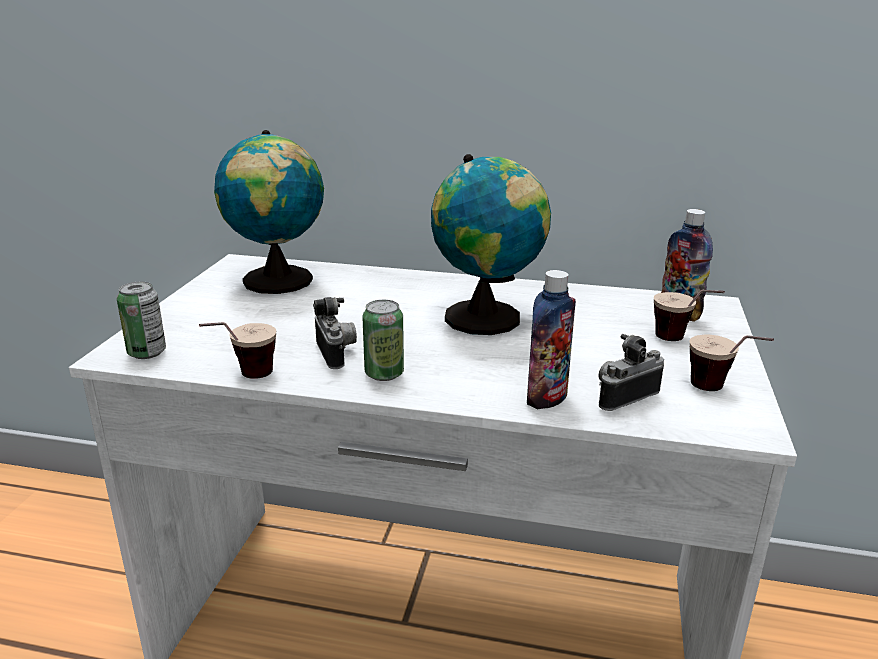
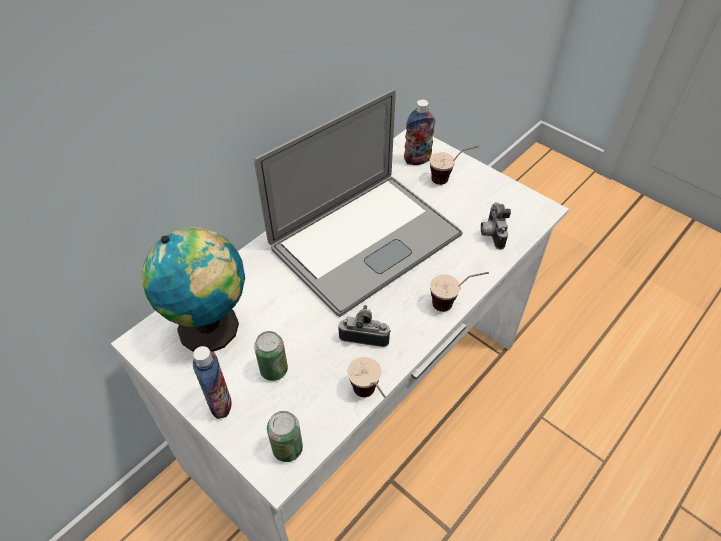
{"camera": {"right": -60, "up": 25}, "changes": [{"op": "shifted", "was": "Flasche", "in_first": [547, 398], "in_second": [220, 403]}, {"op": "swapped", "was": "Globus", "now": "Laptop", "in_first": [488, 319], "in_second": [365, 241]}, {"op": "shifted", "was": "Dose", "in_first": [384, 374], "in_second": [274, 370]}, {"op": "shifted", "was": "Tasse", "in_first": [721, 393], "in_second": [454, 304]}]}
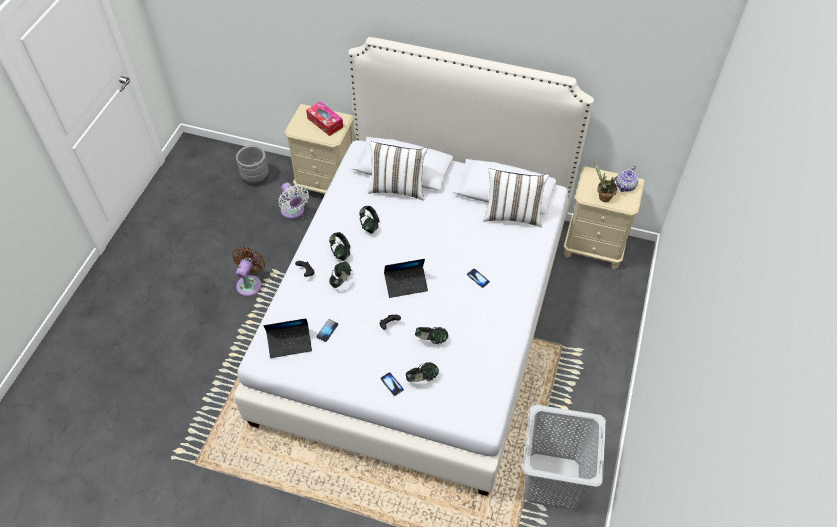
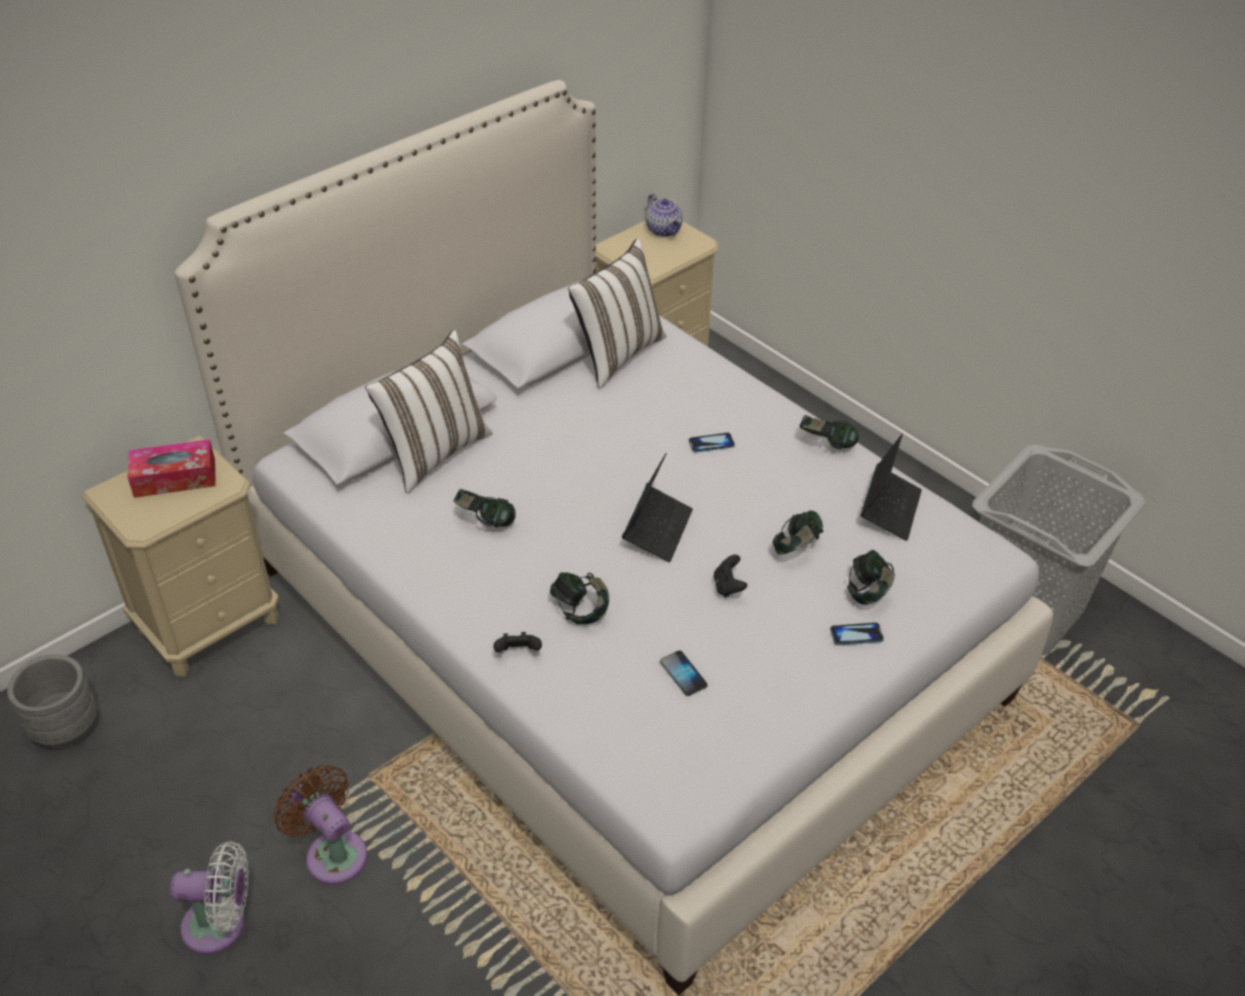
{"camera": {"right": -60, "up": -10}, "changes": [{"op": "shifted", "was": "Ventilator (weiß)", "in_first": [293, 212], "in_second": [221, 925]}, {"op": "shifted", "was": "Kopfhörer", "in_first": [340, 252], "in_second": [826, 445]}, {"op": "shifted", "was": "Laptop", "in_first": [290, 343], "in_second": [889, 509]}, {"op": "gone", "was": "Topfpflanze", "in_first": [602, 197]}]}
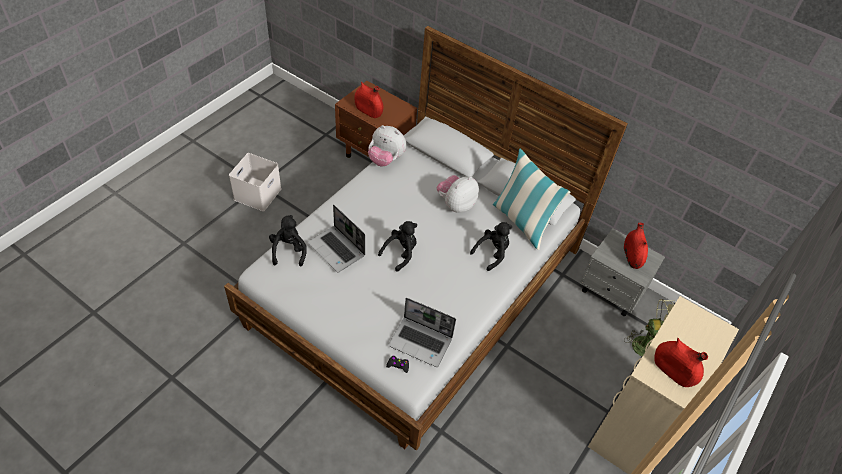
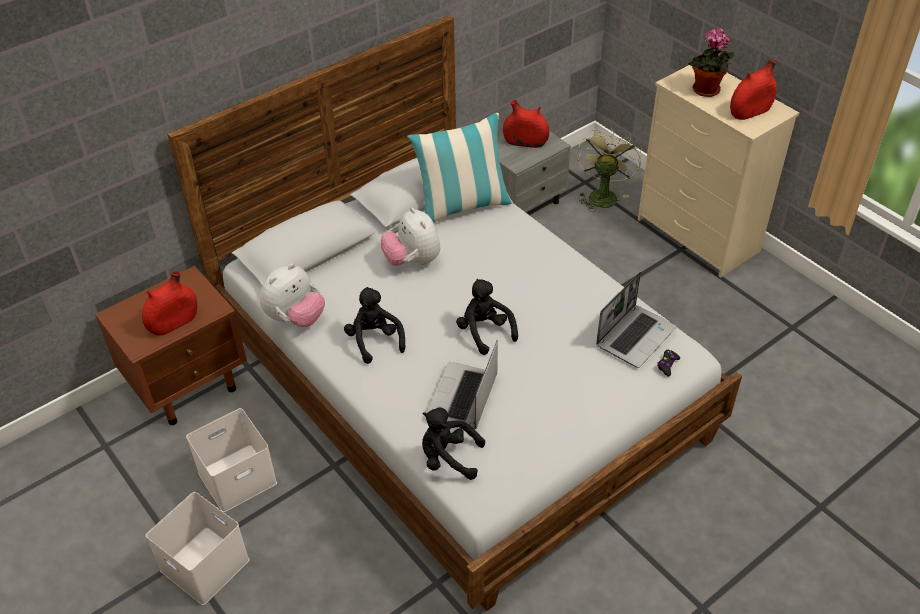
{"camera": {"right": -70, "up": -5}, "changes": [{"op": "new", "now": "Aufbewahrungsbox (weiß)", "in_second": [236, 479]}, {"op": "shifted", "was": "Plüschtier (schwarz)", "in_first": [492, 253], "in_second": [374, 340]}, {"op": "rotated", "was": "Laptop", "in_first": [337, 249], "in_second": [463, 398], "clockwise": 135}, {"op": "new", "now": "Topfpflanze", "in_second": [706, 91]}]}
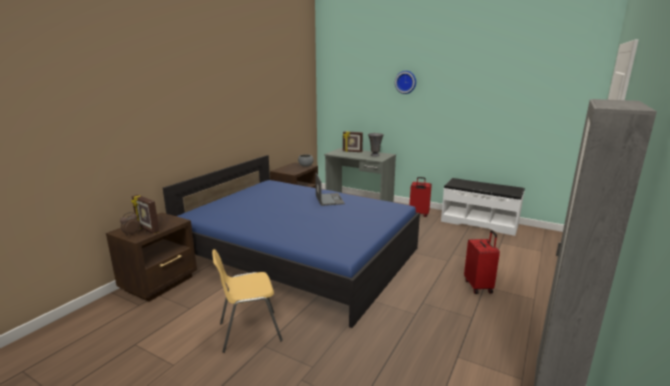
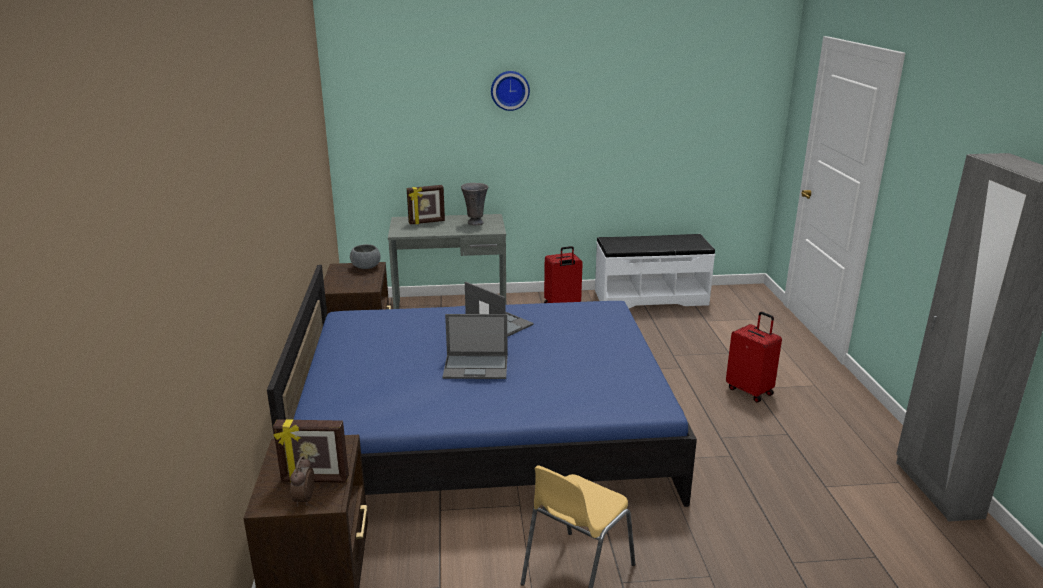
{"camera": {"right": -35, "up": 5}, "changes": [{"op": "new", "now": "Laptop", "in_second": [476, 367]}]}
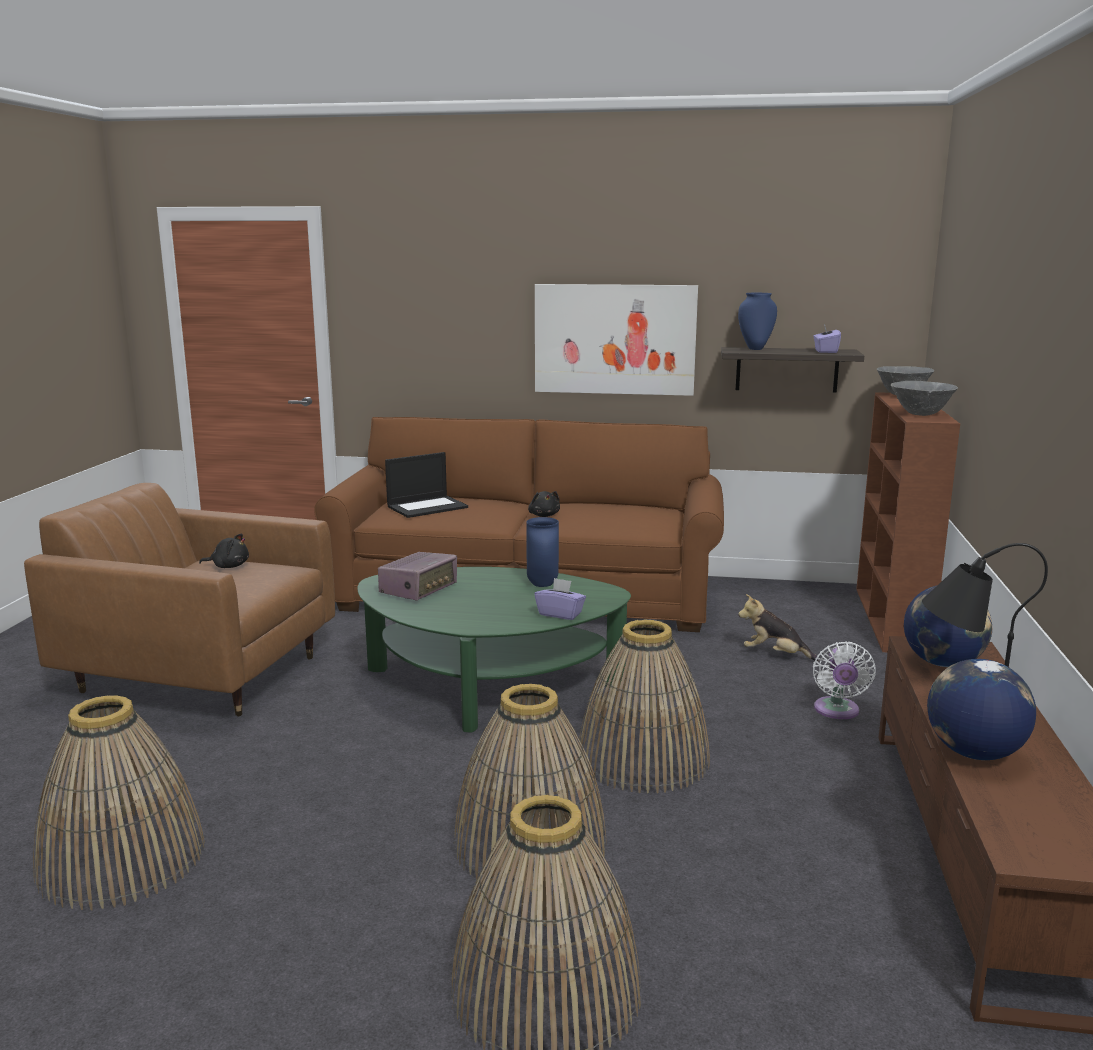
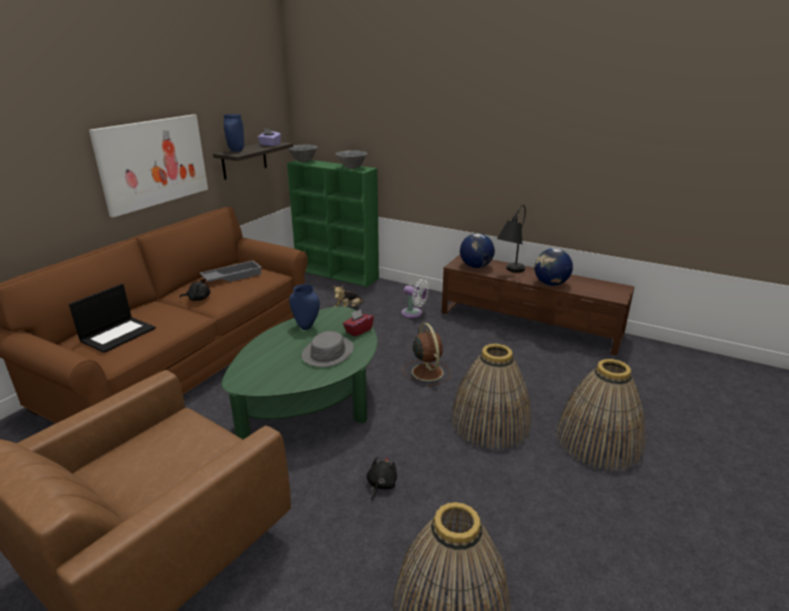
{"camera": {"right": -70, "up": 10}, "changes": [{"op": "rotated", "was": "Laptop", "in_first": [427, 507], "in_second": [118, 334], "clockwise": 45}, {"op": "new", "now": "Tablett (grau)", "in_second": [232, 276]}, {"op": "repainted", "was": "Bücherregal (braun)", "now": "Bücherregal (grün)", "in_first": [891, 620], "in_second": [337, 274]}, {"op": "new", "now": "Hut (grau)", "in_second": [328, 352]}, {"op": "repainted", "was": "Taschentuchbox (lila)", "now": "Taschentuchbox (rot)", "in_first": [560, 614], "in_second": [358, 330]}, {"op": "shifted", "was": "Plüschtier (schwarz)", "in_first": [228, 566], "in_second": [381, 485]}, {"op": "swapped", "was": "Korb", "now": "Ventilator (braun)", "in_first": [643, 757], "in_second": [427, 371]}, {"op": "gone", "was": "Radio", "in_first": [419, 589]}]}
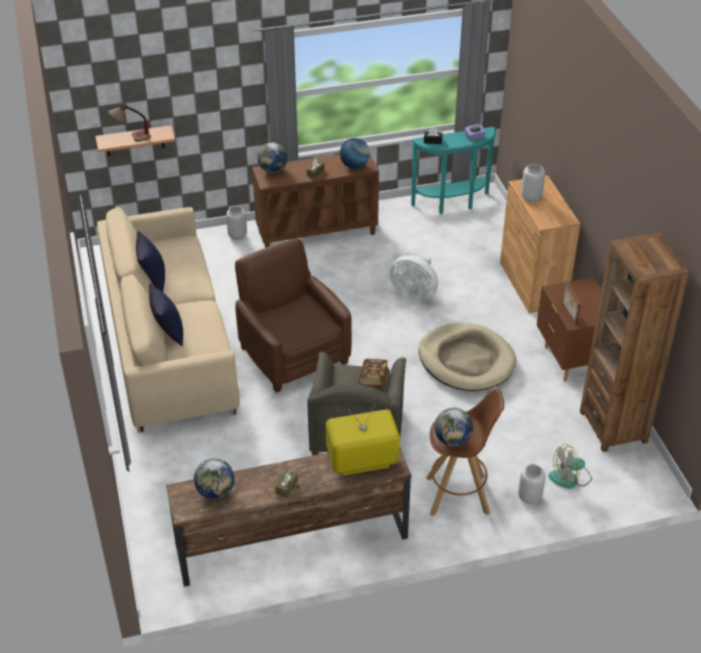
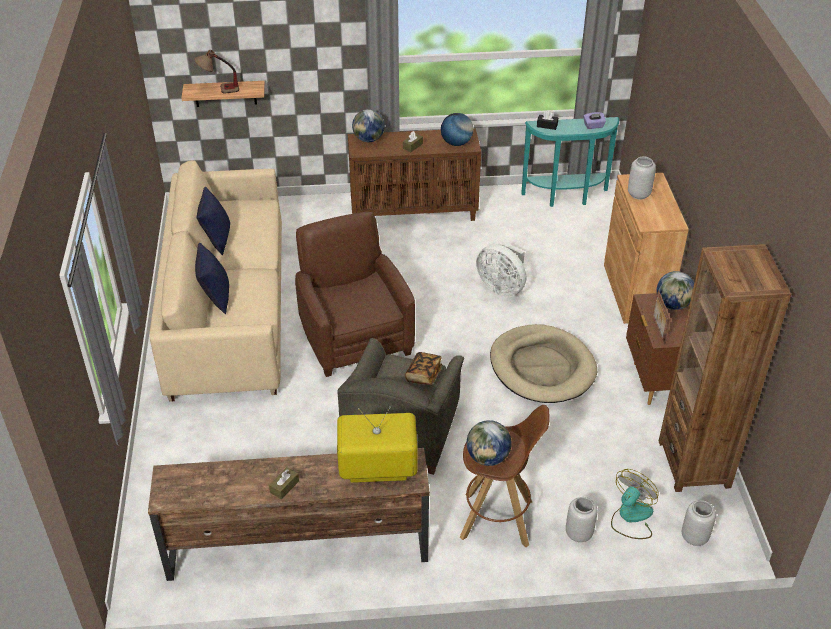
{"camera": {"right": 10, "up": 0}, "changes": [{"op": "rotated", "was": "Ventilator", "in_first": [570, 478], "in_second": [631, 517], "clockwise": 135}, {"op": "shifted", "was": "Globus", "in_first": [215, 492], "in_second": [673, 305]}, {"op": "shifted", "was": "Vase (grau)", "in_first": [237, 236], "in_second": [694, 538]}]}
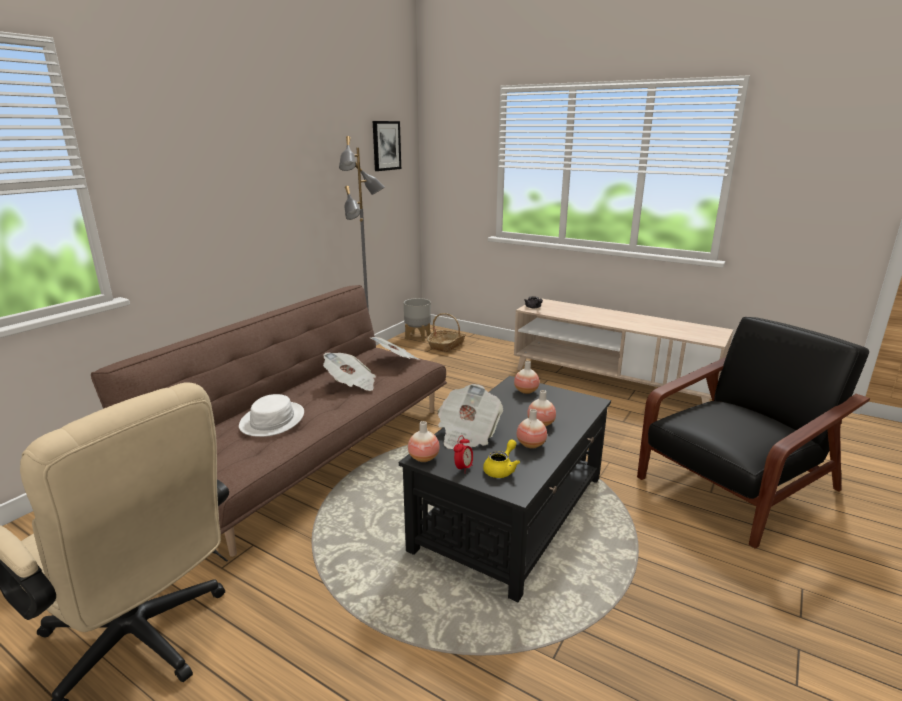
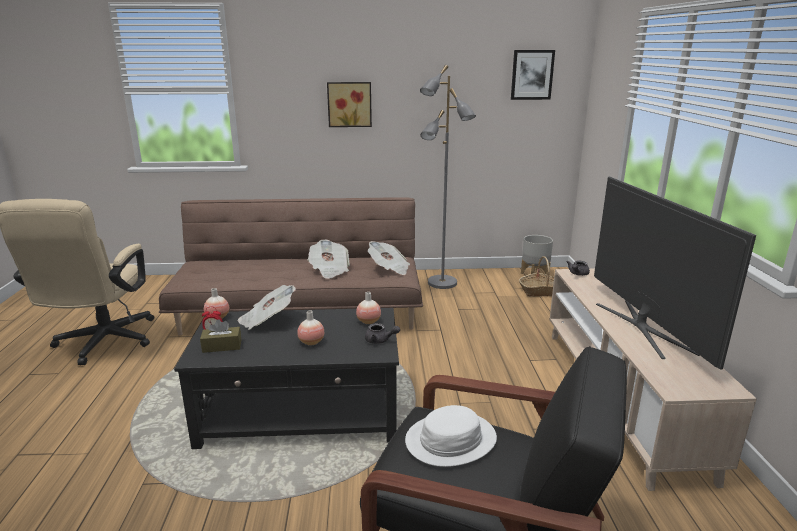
{"camera": {"right": 55, "up": 0}, "changes": [{"op": "swapped", "was": "Teekanne (gelb)", "now": "Taschentuchbox (braun)", "in_first": [501, 469], "in_second": [222, 346]}, {"op": "new", "now": "Bild", "in_second": [349, 104]}, {"op": "new", "now": "Teekanne (grau)", "in_second": [380, 340]}, {"op": "shifted", "was": "Hut (weiß)", "in_first": [272, 420], "in_second": [451, 440]}, {"op": "new", "now": "Fernseher", "in_second": [644, 327]}, {"op": "gone", "was": "Vase", "in_first": [531, 444]}]}
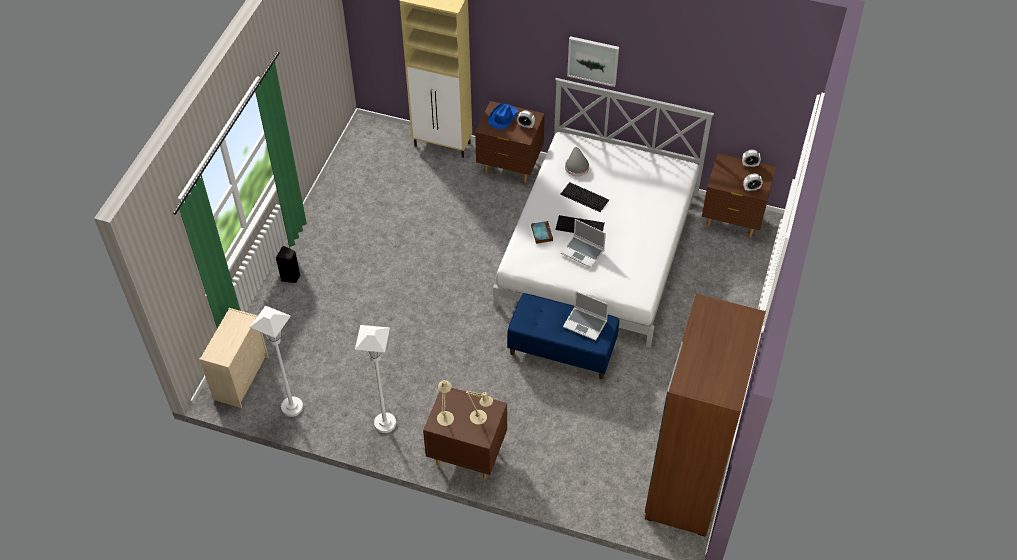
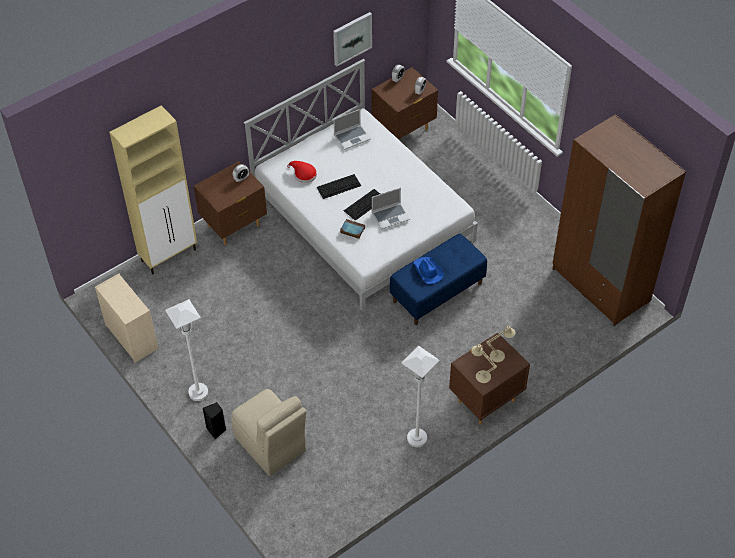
{"camera": {"right": -55, "up": 0}, "changes": [{"op": "shifted", "was": "Kommode (beige)", "in_first": [241, 377], "in_second": [131, 336]}, {"op": "shifted", "was": "Stehlampe (weiß)", "in_first": [292, 407], "in_second": [198, 392]}, {"op": "new", "now": "Stuhl (beige)", "in_second": [271, 445]}, {"op": "repainted", "was": "Hut (grau)", "now": "Hut (rot)", "in_first": [576, 166], "in_second": [303, 174]}, {"op": "shifted", "was": "Bild", "in_first": [593, 60], "in_second": [352, 38]}, {"op": "shifted", "was": "Laptop", "in_first": [585, 324], "in_second": [352, 137]}, {"op": "shifted", "was": "Hut (blau)", "in_first": [503, 118], "in_second": [427, 271]}]}
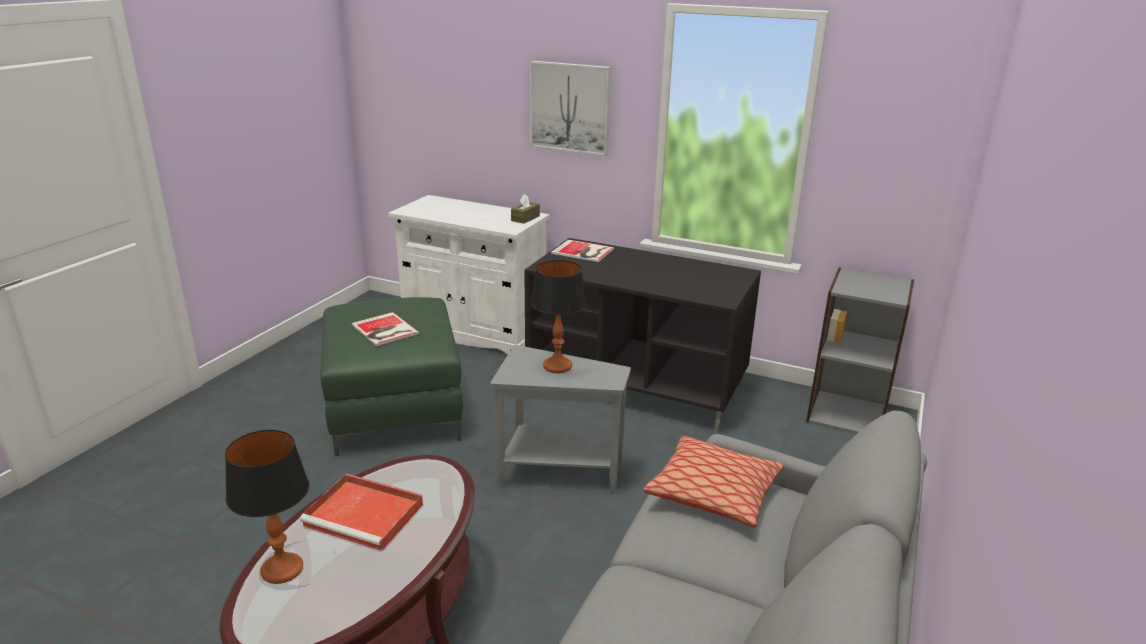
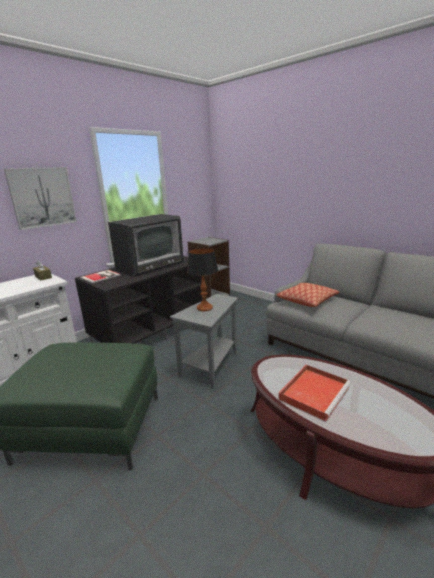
{"camera": {"right": -70, "up": -5}, "changes": [{"op": "new", "now": "Fernseher", "in_second": [150, 265]}, {"op": "gone", "was": "Tischlampe", "in_first": [281, 570]}, {"op": "gone", "was": "Buch", "in_first": [384, 330]}]}
